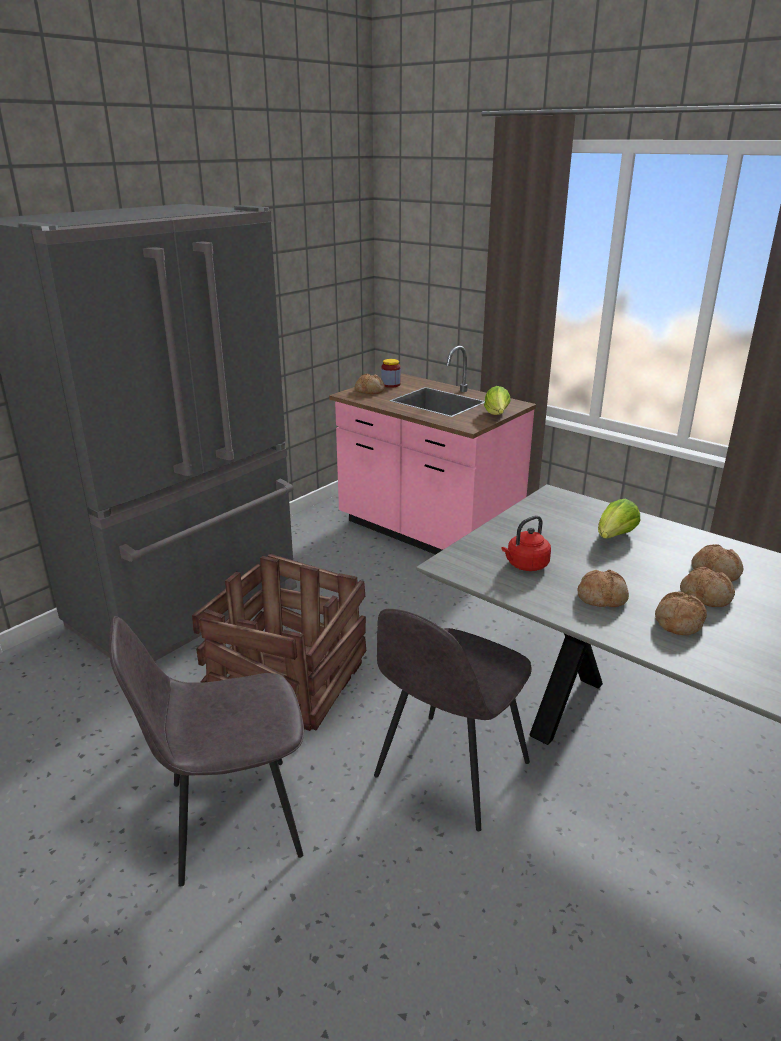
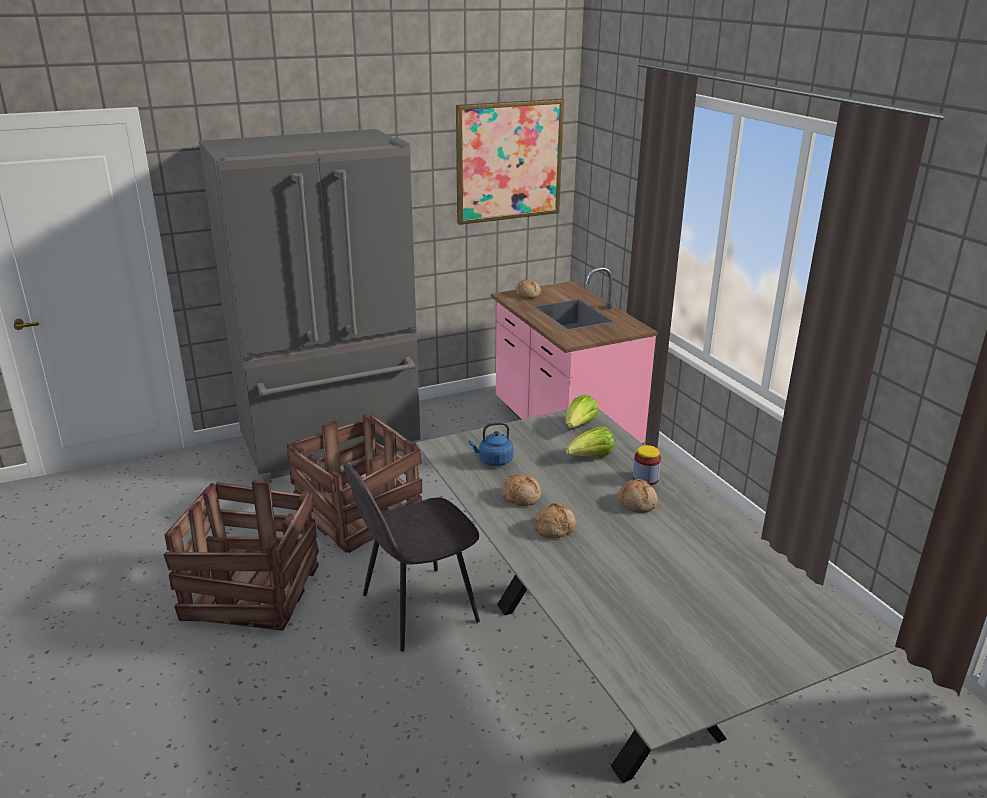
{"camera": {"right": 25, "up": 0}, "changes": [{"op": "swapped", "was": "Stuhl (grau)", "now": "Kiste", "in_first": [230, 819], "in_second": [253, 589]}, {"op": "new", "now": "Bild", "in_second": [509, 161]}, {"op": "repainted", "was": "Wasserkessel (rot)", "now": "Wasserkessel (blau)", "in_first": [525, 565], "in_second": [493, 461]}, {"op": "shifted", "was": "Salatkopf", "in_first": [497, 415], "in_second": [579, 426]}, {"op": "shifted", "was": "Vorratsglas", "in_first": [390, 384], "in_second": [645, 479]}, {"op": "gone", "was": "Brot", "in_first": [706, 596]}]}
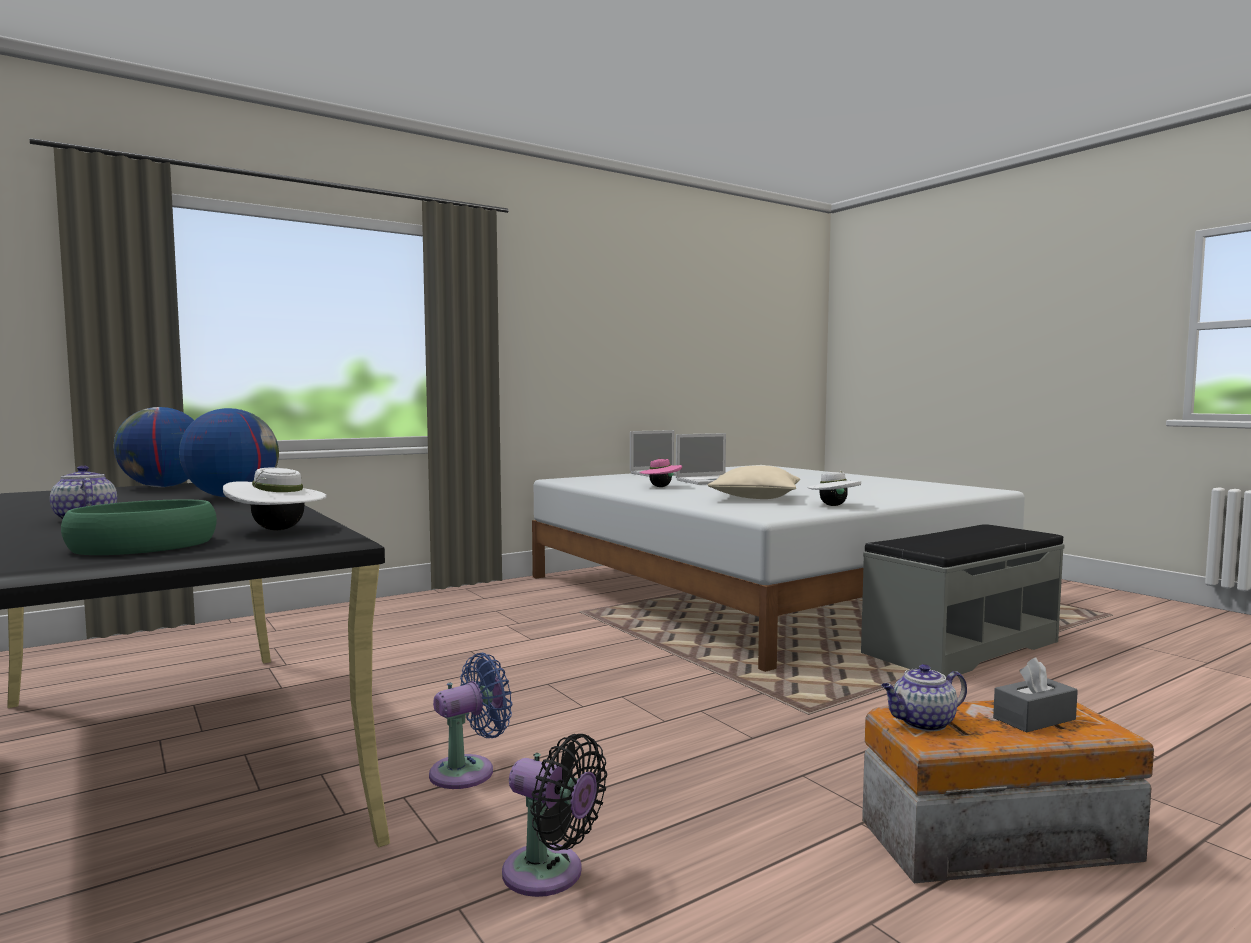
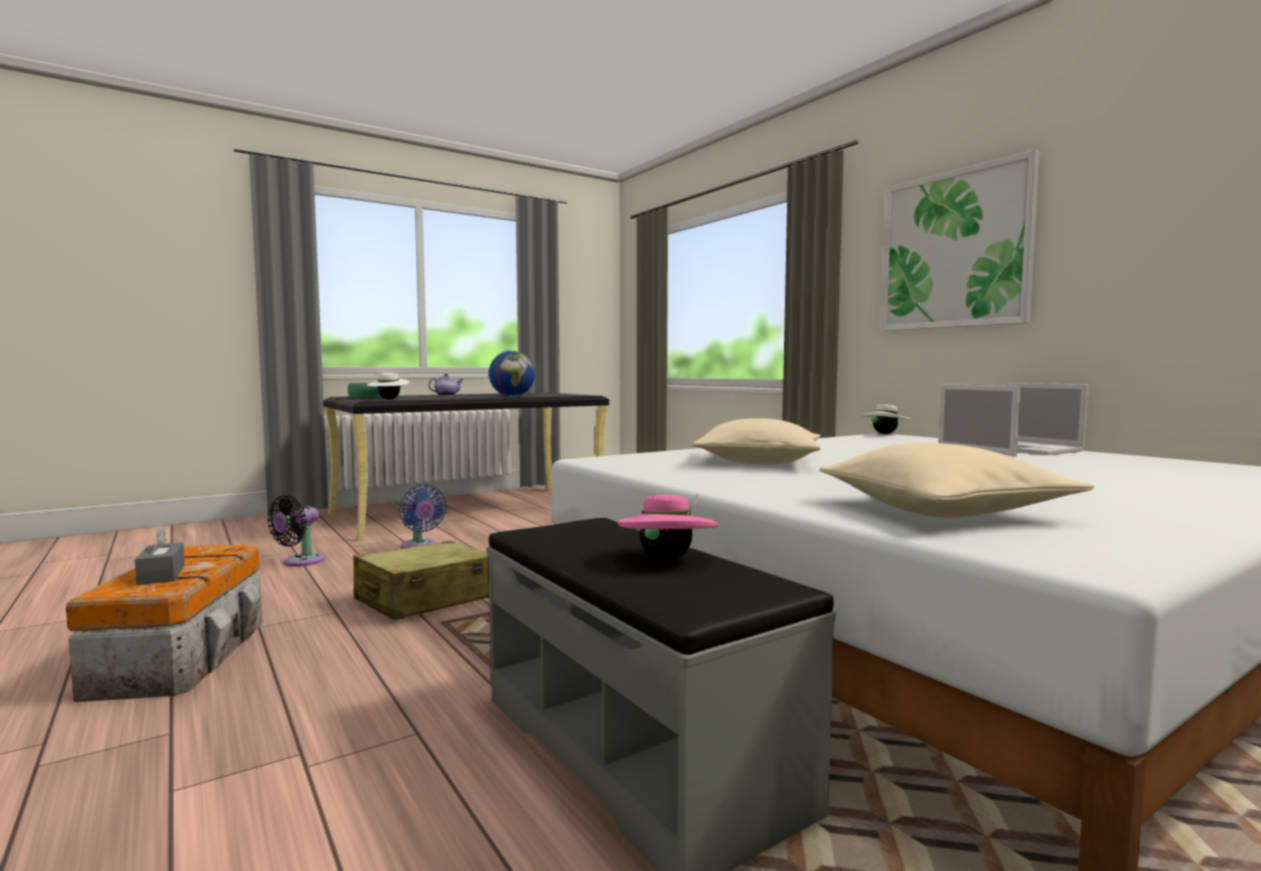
{"camera": {"right": 90, "up": 0}, "changes": [{"op": "new", "now": "Koffer (beige)", "in_second": [425, 599]}, {"op": "shifted", "was": "Hut (rosa)", "in_first": [660, 487], "in_second": [667, 559]}, {"op": "new", "now": "Kissen (beige)", "in_second": [942, 510]}, {"op": "shifted", "was": "Hut (weiß)", "in_first": [833, 505], "in_second": [885, 434]}, {"op": "new", "now": "Bild", "in_second": [954, 250]}, {"op": "gone", "was": "Globus", "in_first": [163, 487]}, {"op": "gone", "was": "Teekanne", "in_first": [922, 723]}]}
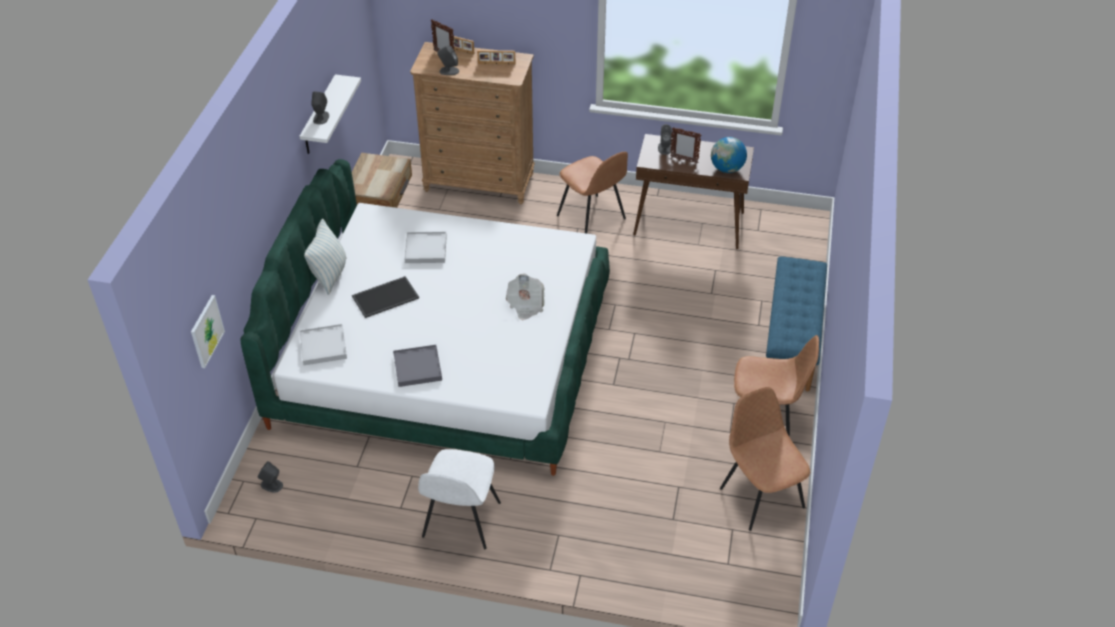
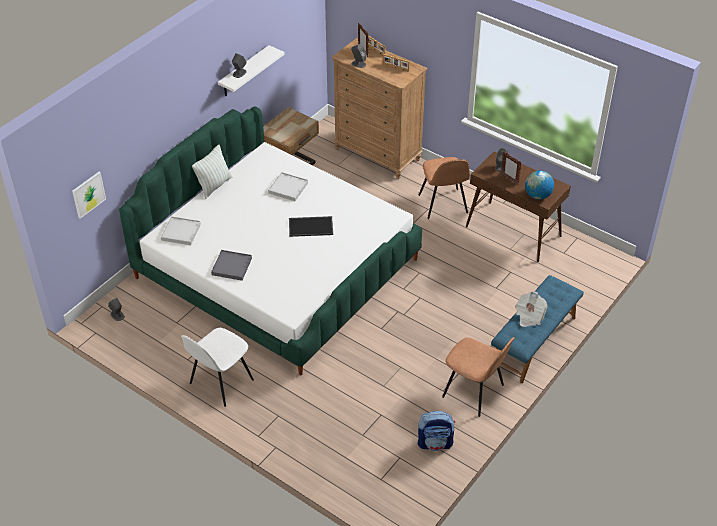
{"camera": {"right": 25, "up": 0}, "changes": [{"op": "shifted", "was": "Tablett", "in_first": [385, 296], "in_second": [311, 226]}, {"op": "swapped", "was": "Stuhl (braun)", "now": "Rucksack", "in_first": [761, 496], "in_second": [435, 443]}, {"op": "shifted", "was": "Zeitung", "in_first": [525, 305], "in_second": [529, 316]}]}
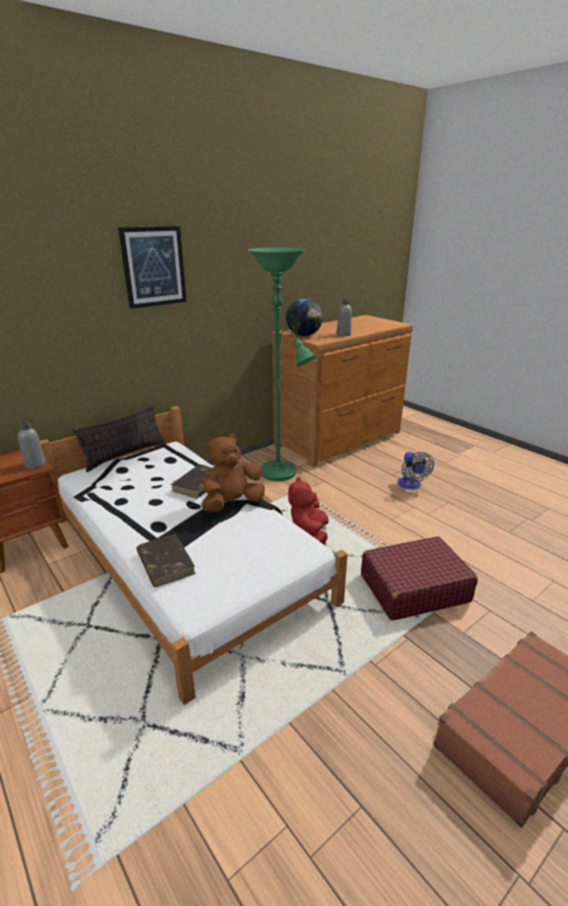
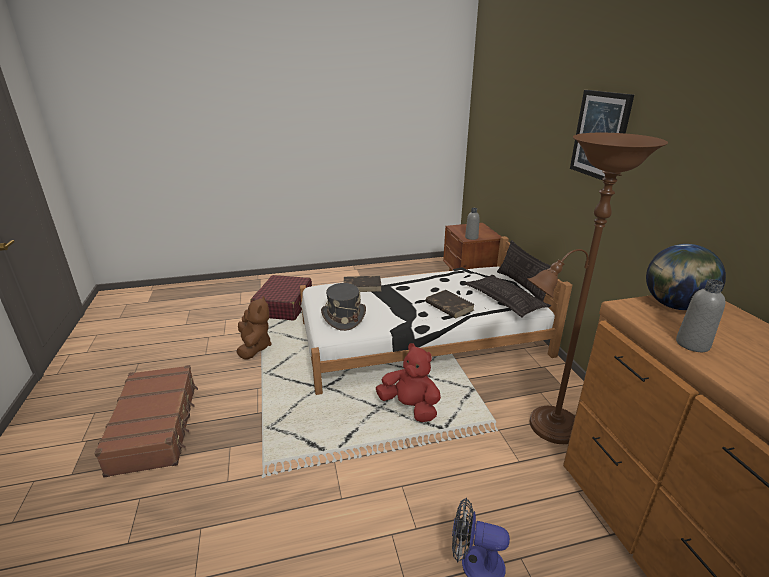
{"camera": {"right": 115, "up": 0}, "changes": [{"op": "shifted", "was": "Plüschtier (braun)", "in_first": [232, 504], "in_second": [254, 347]}, {"op": "shifted", "was": "Koffer (rot)", "in_first": [413, 588], "in_second": [284, 305]}, {"op": "new", "now": "Hut (grau)", "in_second": [343, 317]}, {"op": "new", "now": "Kissen", "in_second": [504, 300]}, {"op": "repainted", "was": "Stehlampe (grün)", "now": "Stehlampe (braun)", "in_first": [281, 473], "in_second": [549, 428]}]}
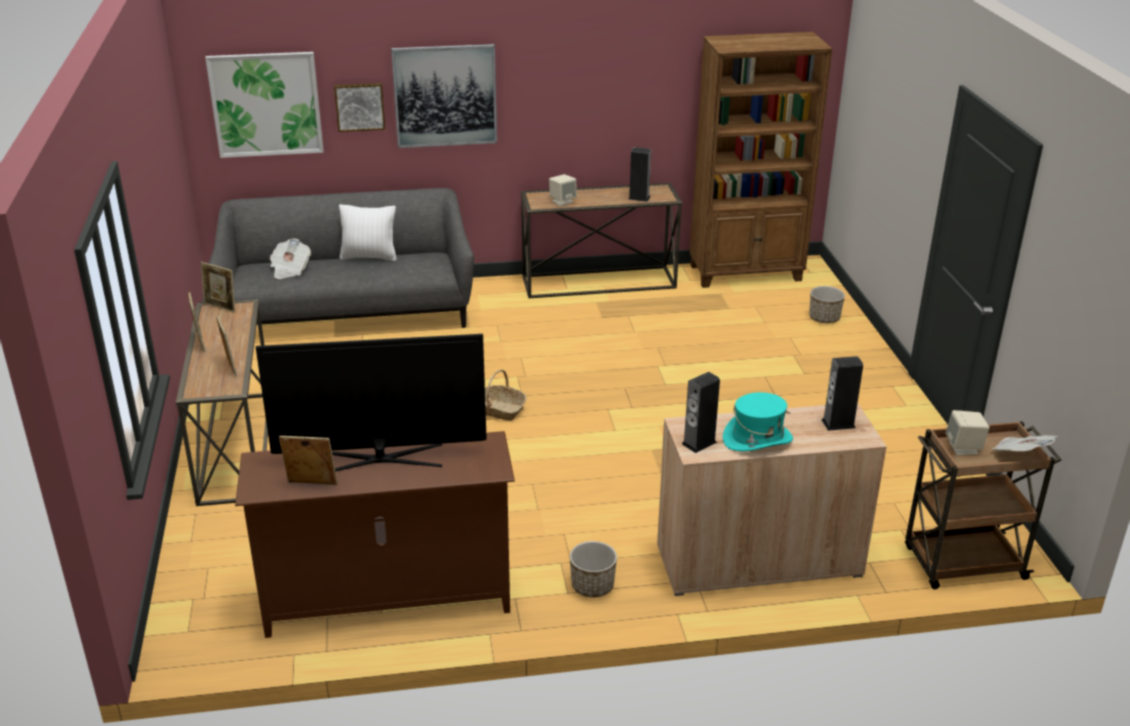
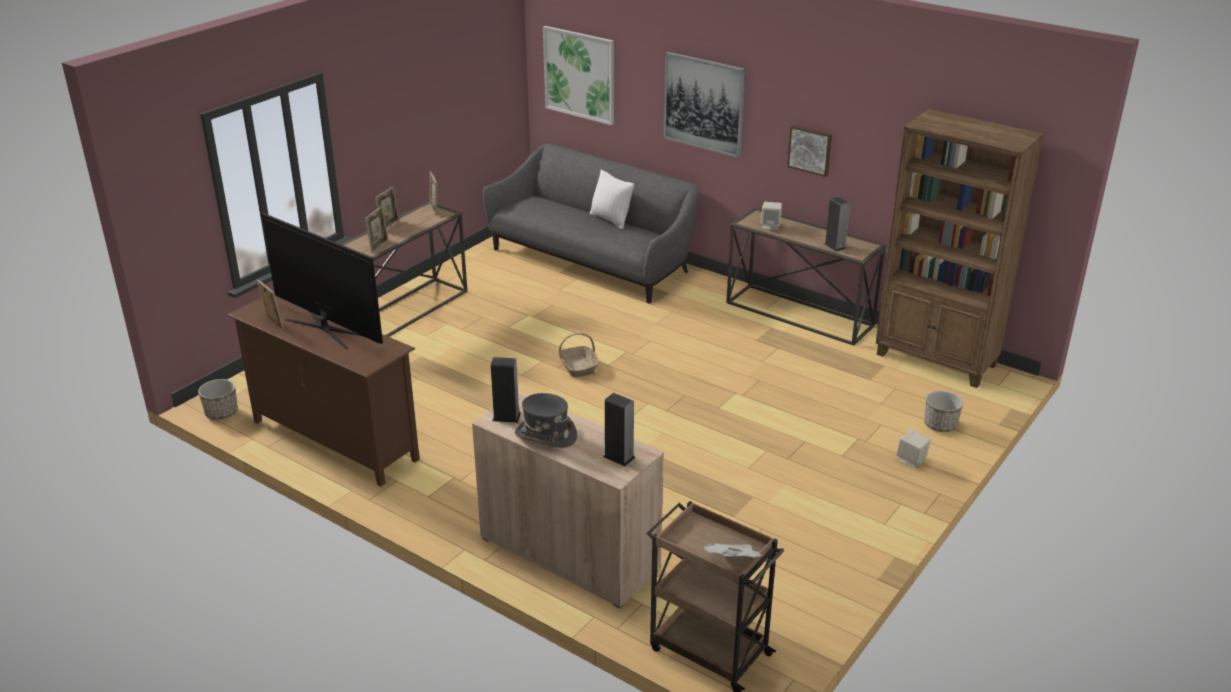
{"camera": {"right": 45, "up": 0}, "changes": [{"op": "shifted", "was": "Pflanzkübel", "in_first": [592, 586], "in_second": [221, 413]}, {"op": "repainted", "was": "Hut (türkis)", "now": "Hut (grau)", "in_first": [757, 439], "in_second": [545, 435]}, {"op": "shifted", "was": "Bild", "in_first": [360, 106], "in_second": [810, 150]}, {"op": "shifted", "was": "Lautsprecher (beige)", "in_first": [963, 448], "in_second": [911, 460]}, {"op": "gone", "was": "Zeitung", "in_first": [290, 270]}]}
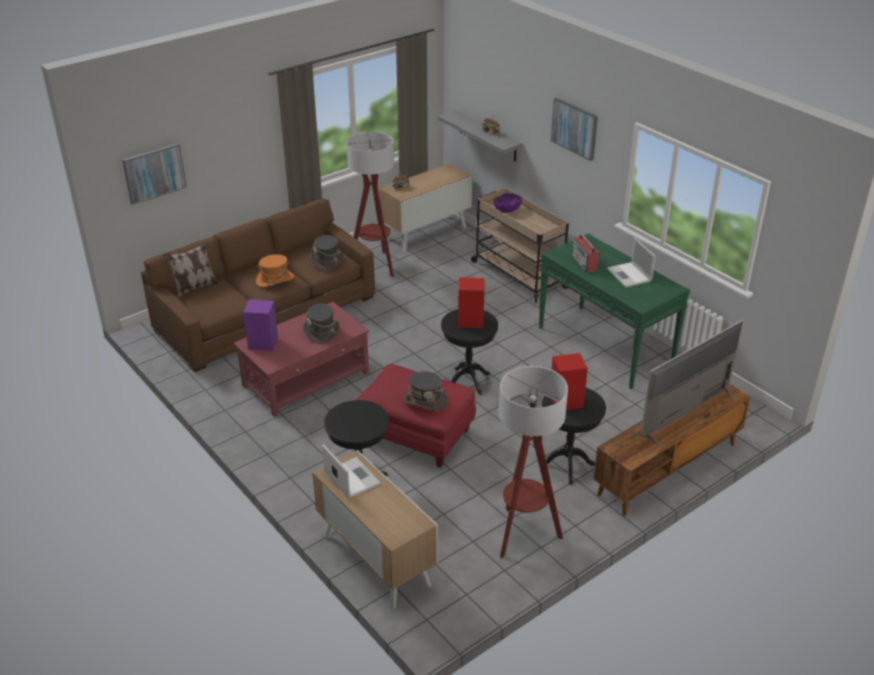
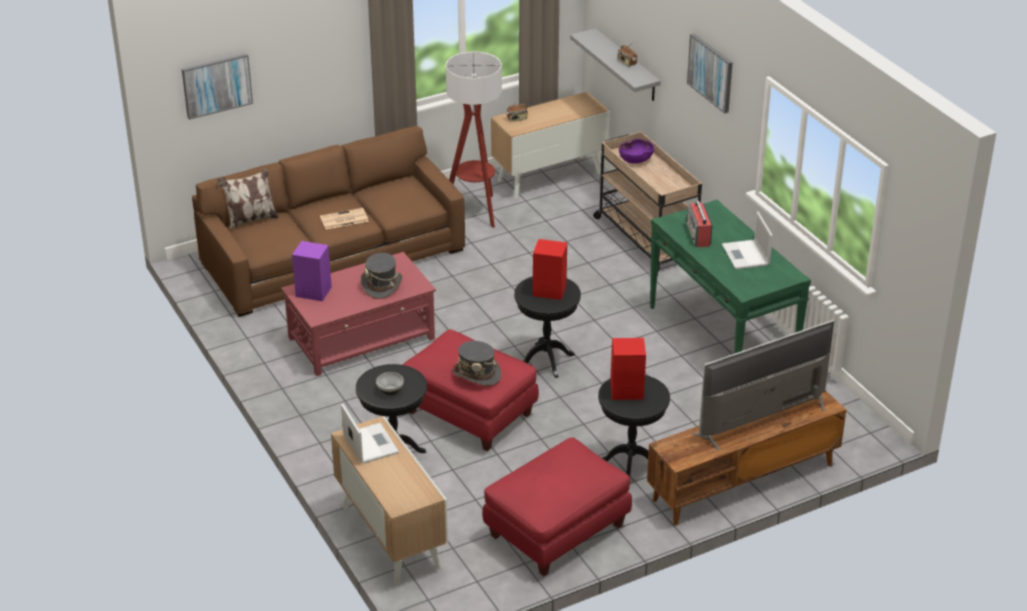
{"camera": {"right": 10, "up": 0}, "changes": [{"op": "swapped", "was": "Hut (orange)", "now": "Zeitung", "in_first": [275, 280], "in_second": [343, 219]}, {"op": "new", "now": "Schüssel", "in_second": [390, 390]}, {"op": "swapped", "was": "Stehlampe", "now": "Polsterhocker (rot)", "in_first": [523, 534], "in_second": [556, 530]}, {"op": "gone", "was": "Hut (grau)", "in_first": [327, 260]}]}
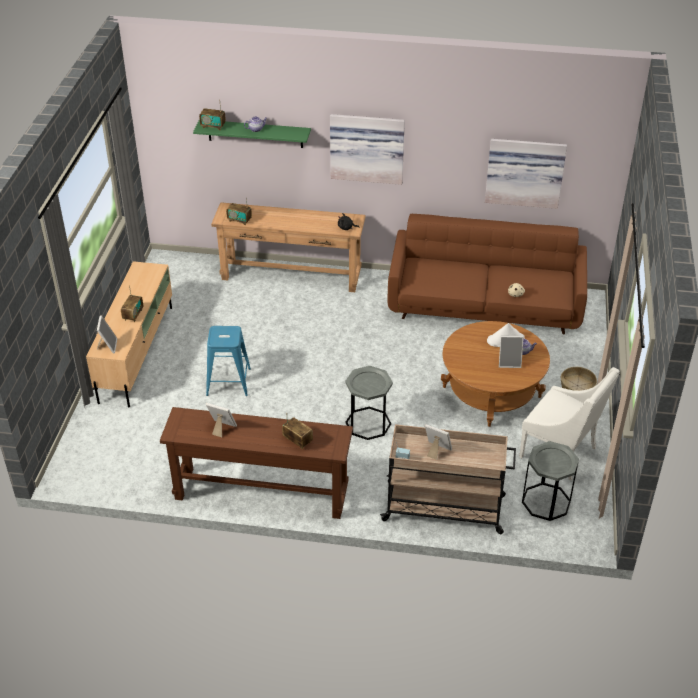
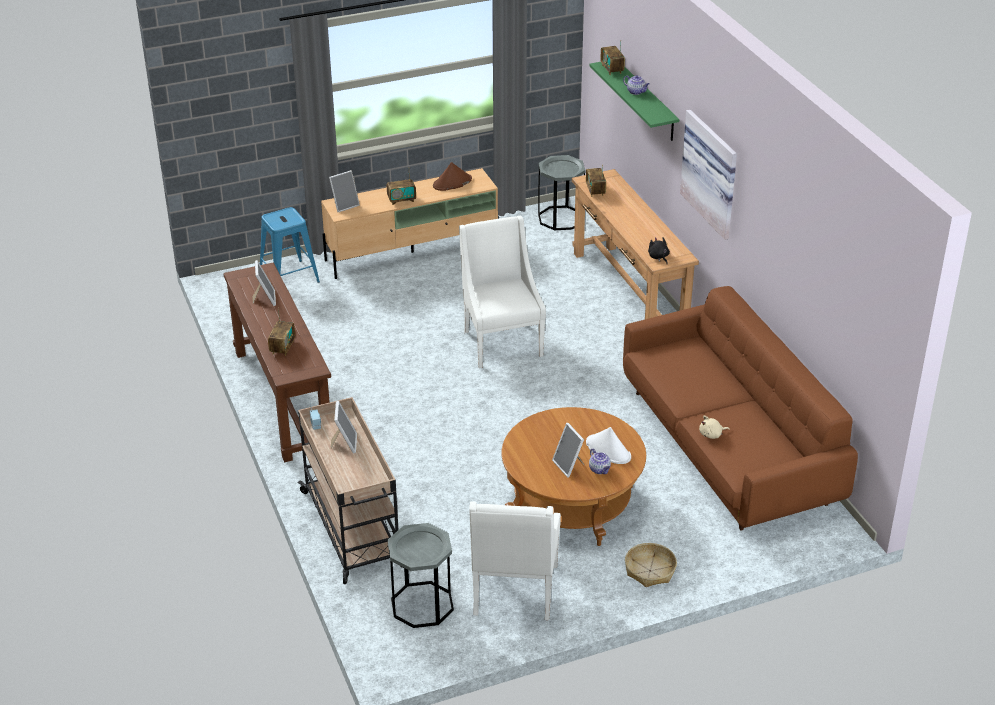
{"camera": {"right": 60, "up": -5}, "changes": [{"op": "shifted", "was": "Hocker (blau)", "in_first": [228, 382], "in_second": [288, 277]}, {"op": "new", "now": "Hut (braun)", "in_second": [452, 183]}, {"op": "new", "now": "Sessel (weiß)", "in_second": [501, 342]}, {"op": "shifted", "was": "Beistelltisch (grau)", "in_first": [368, 423], "in_second": [560, 218]}, {"op": "gone", "was": "Bild", "in_first": [525, 171]}]}
